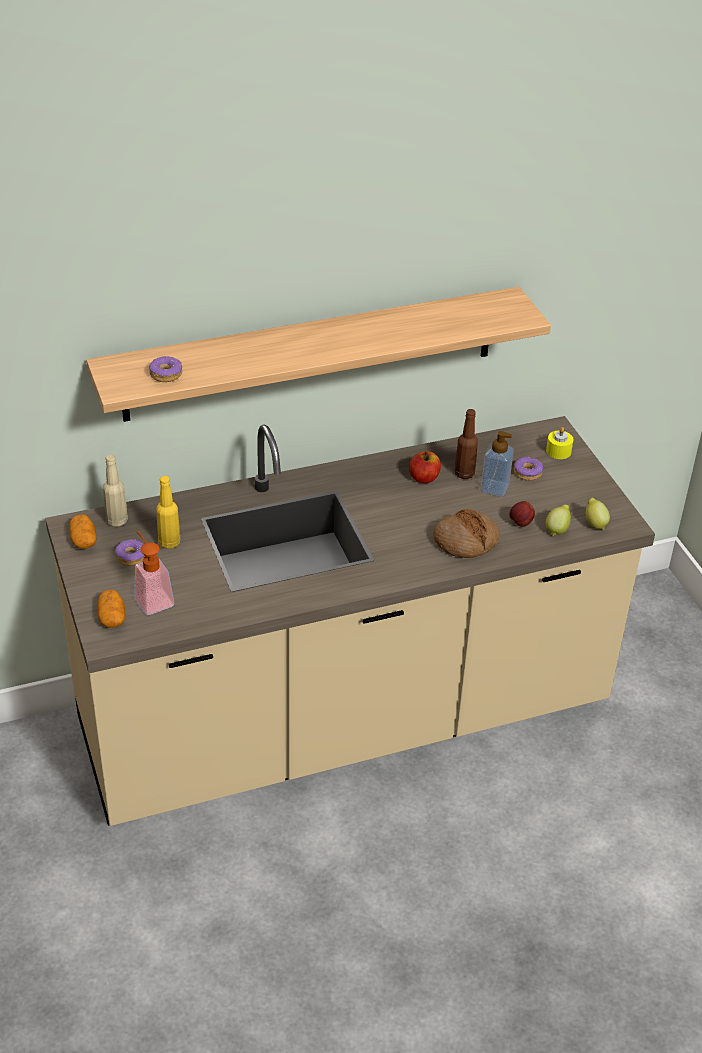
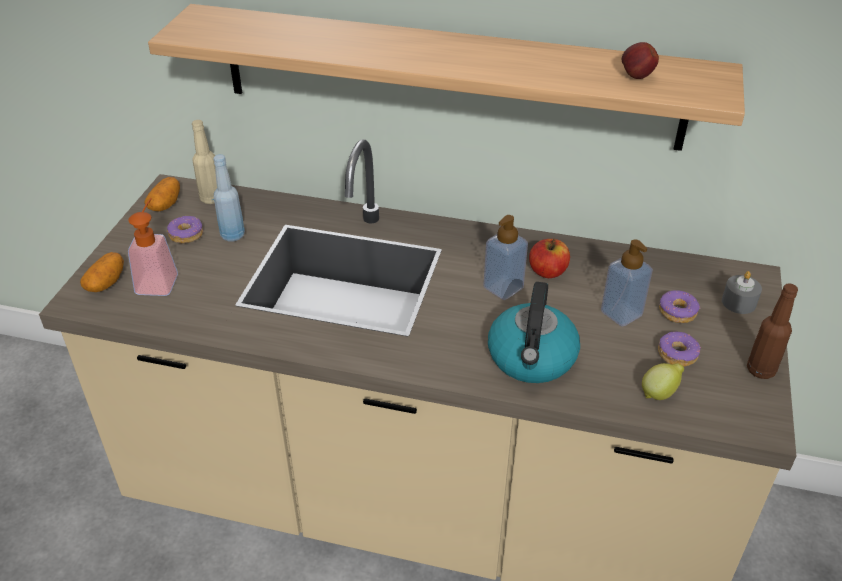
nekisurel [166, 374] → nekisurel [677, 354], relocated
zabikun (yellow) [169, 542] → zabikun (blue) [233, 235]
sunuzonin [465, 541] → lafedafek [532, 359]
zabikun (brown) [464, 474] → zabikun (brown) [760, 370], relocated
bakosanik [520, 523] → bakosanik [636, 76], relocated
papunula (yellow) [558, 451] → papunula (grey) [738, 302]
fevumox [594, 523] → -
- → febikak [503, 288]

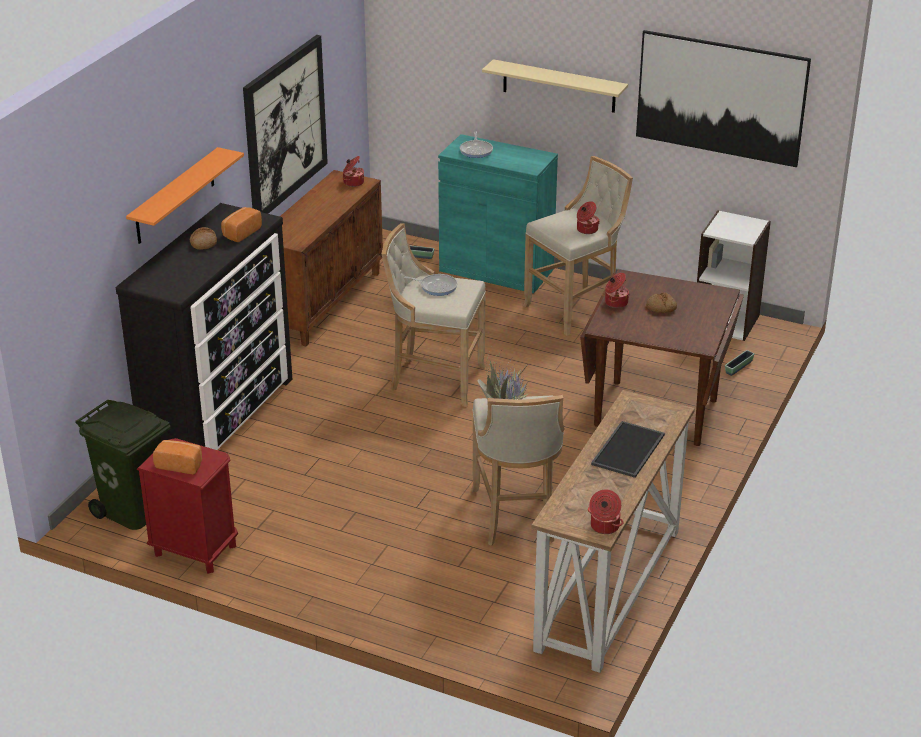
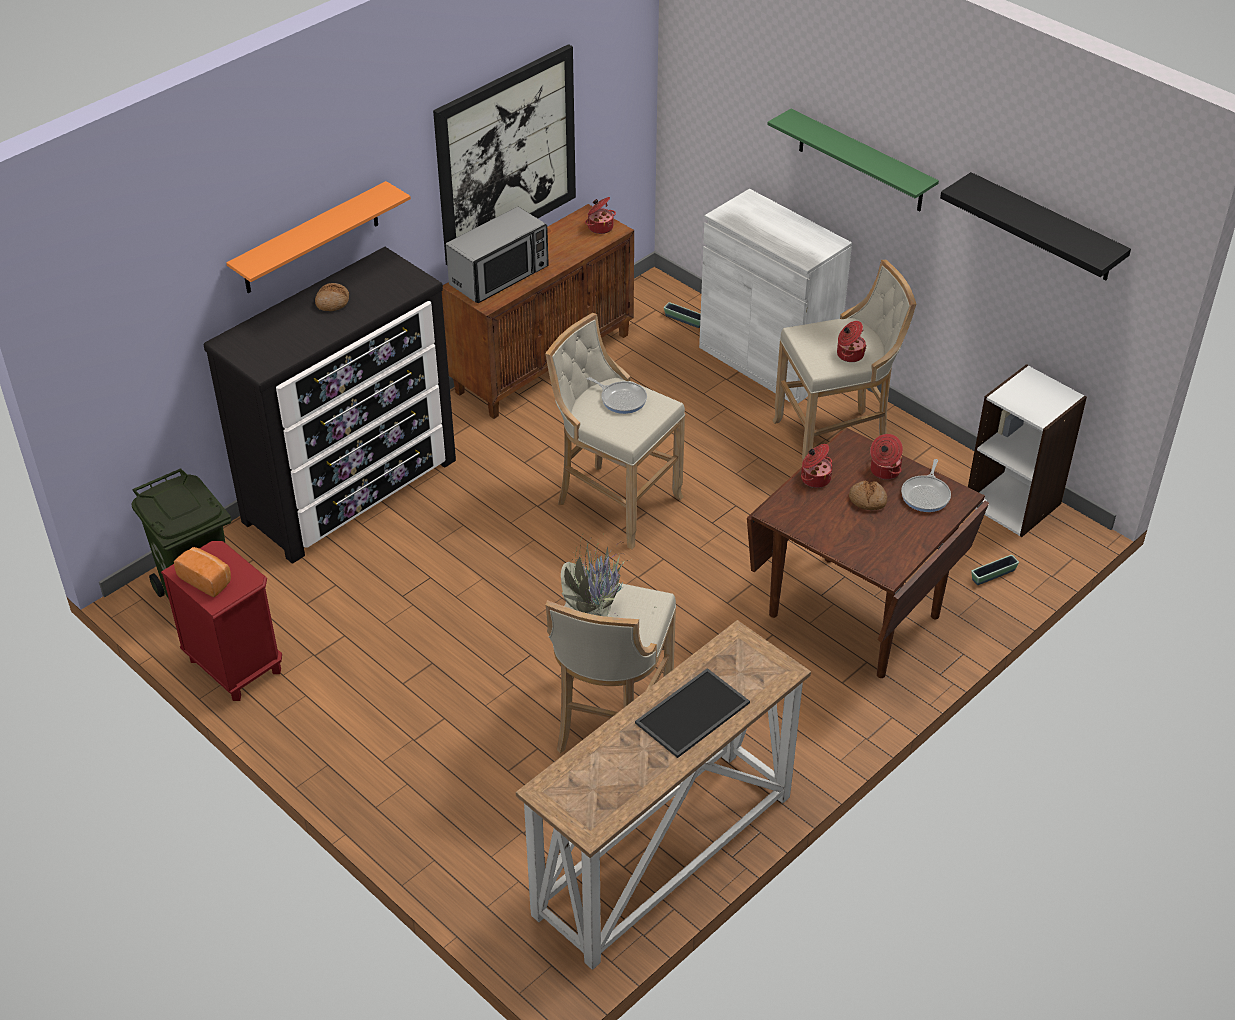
sunuzonin [240, 233] → -
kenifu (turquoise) [496, 270] → kenifu (white) [767, 361]
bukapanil [476, 150] → bukapanil [926, 495], relocated
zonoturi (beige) [559, 86] → zonoturi (green) [861, 161]
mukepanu [604, 526] → mukepanu [884, 471], relocated
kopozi [720, 98] → zonoturi (black) [1045, 228]
- → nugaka [500, 276]

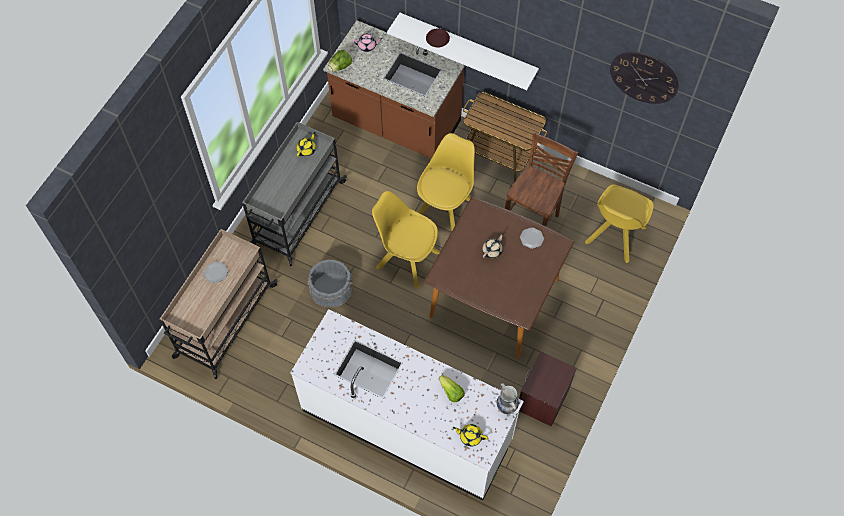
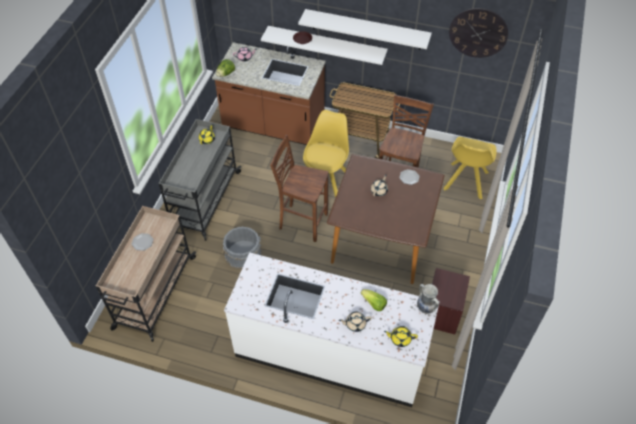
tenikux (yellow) [406, 259] → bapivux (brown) [302, 221]
- → zonoturi (white) [366, 29]
- → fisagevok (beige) [355, 324]

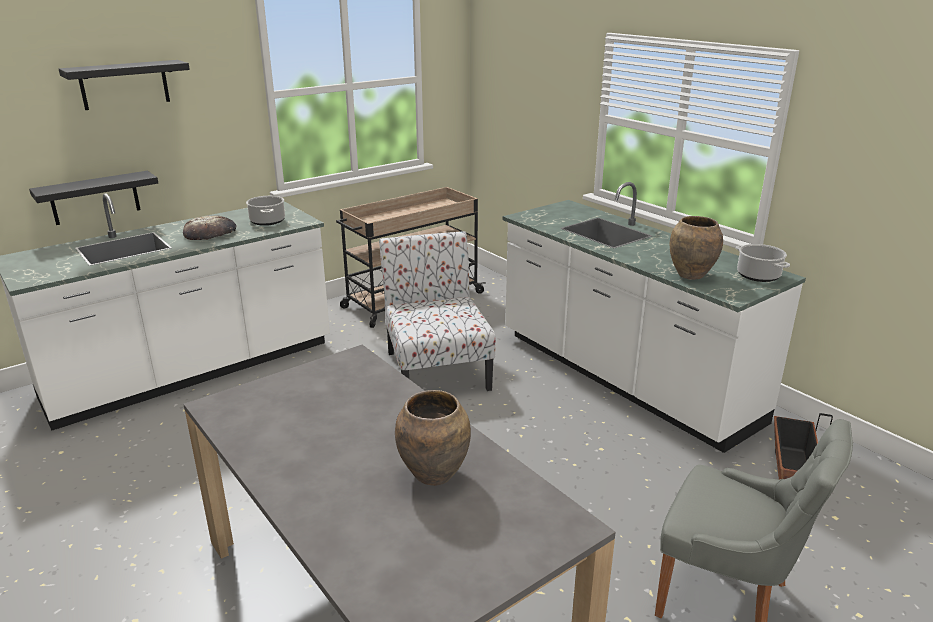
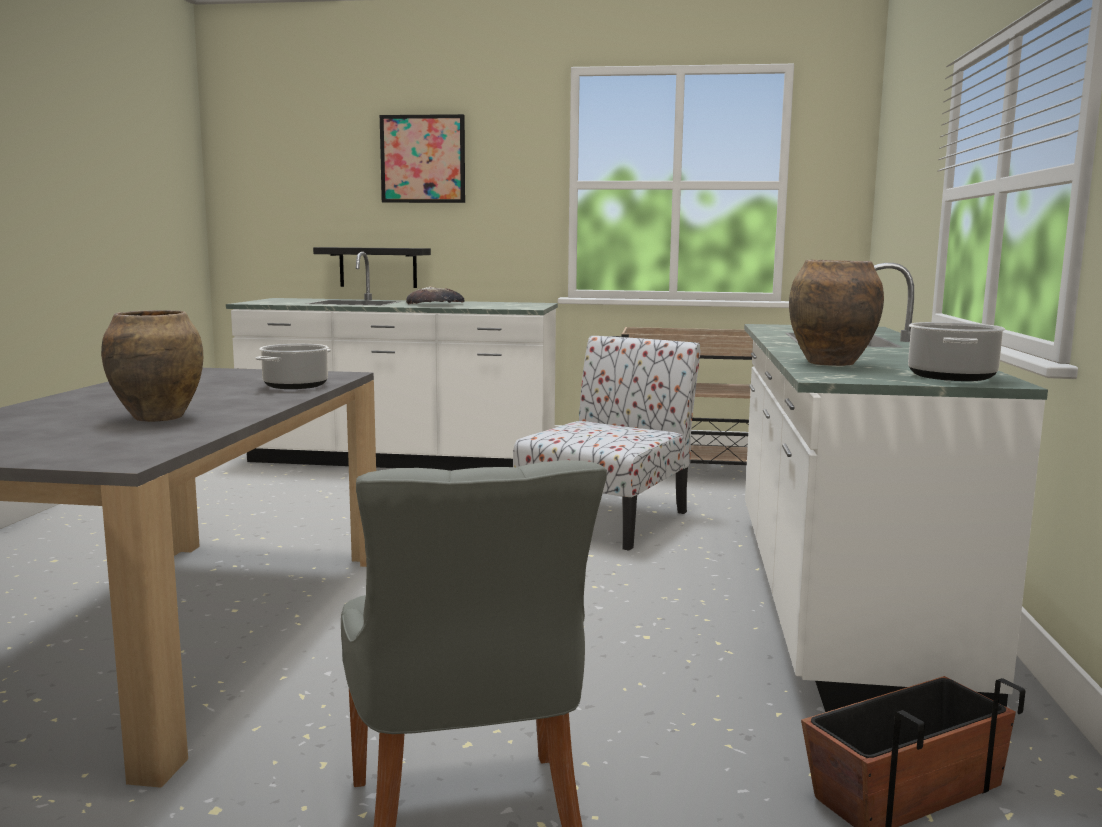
zonoturi (black) [124, 84] → kopozi [423, 159]
mukepanu [267, 221] → mukepanu [296, 385], relocated

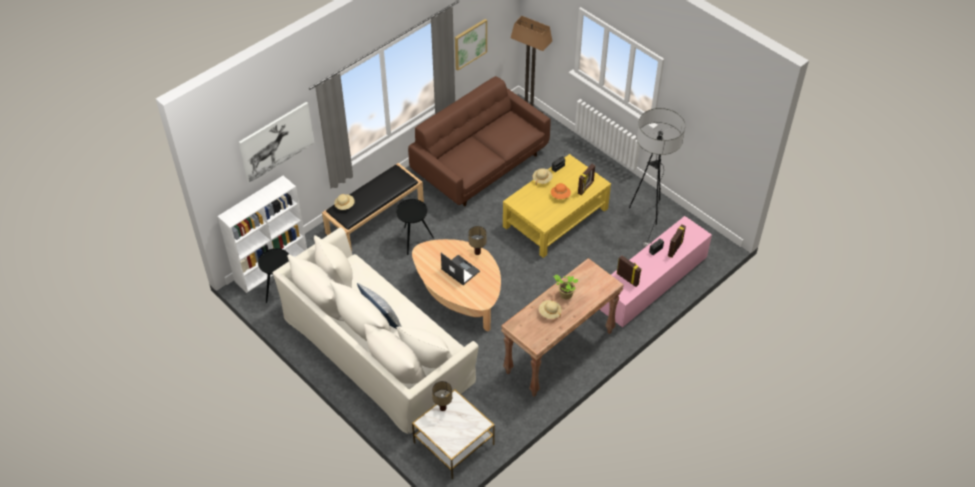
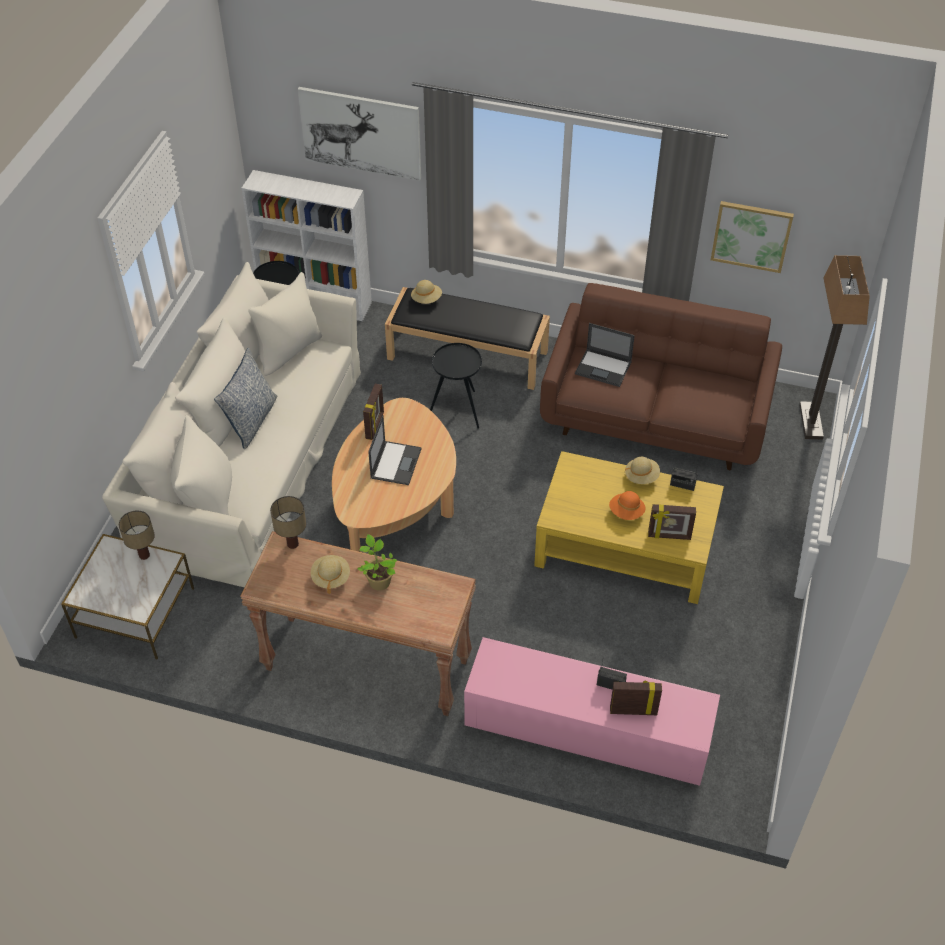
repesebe [477, 252] → repesebe [292, 544], relocated
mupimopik [627, 279] → mupimopik [375, 425], relocated
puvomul [648, 214] → -
- → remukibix [604, 368]

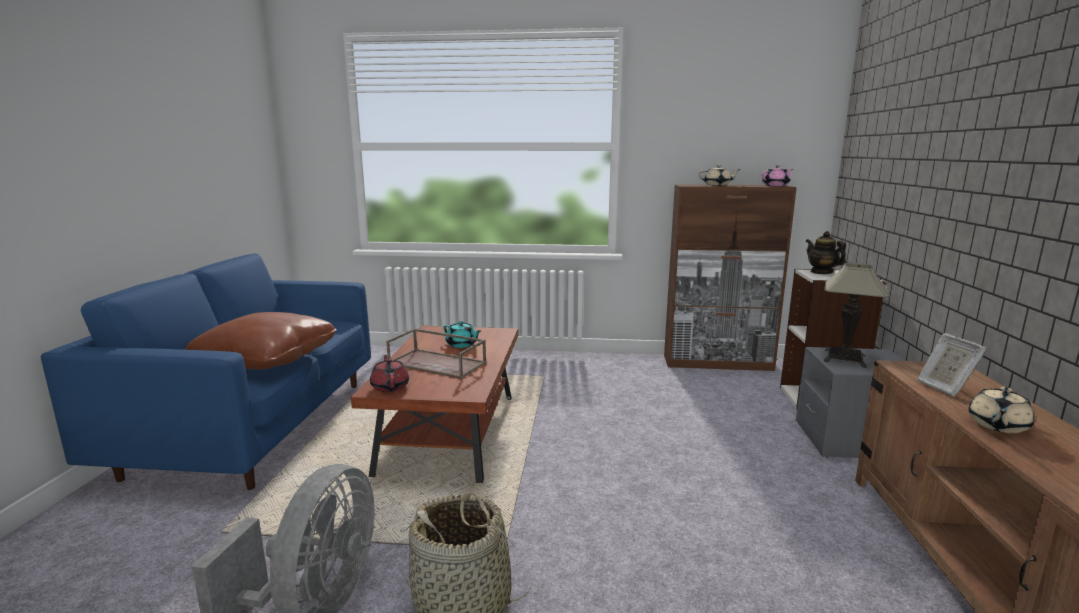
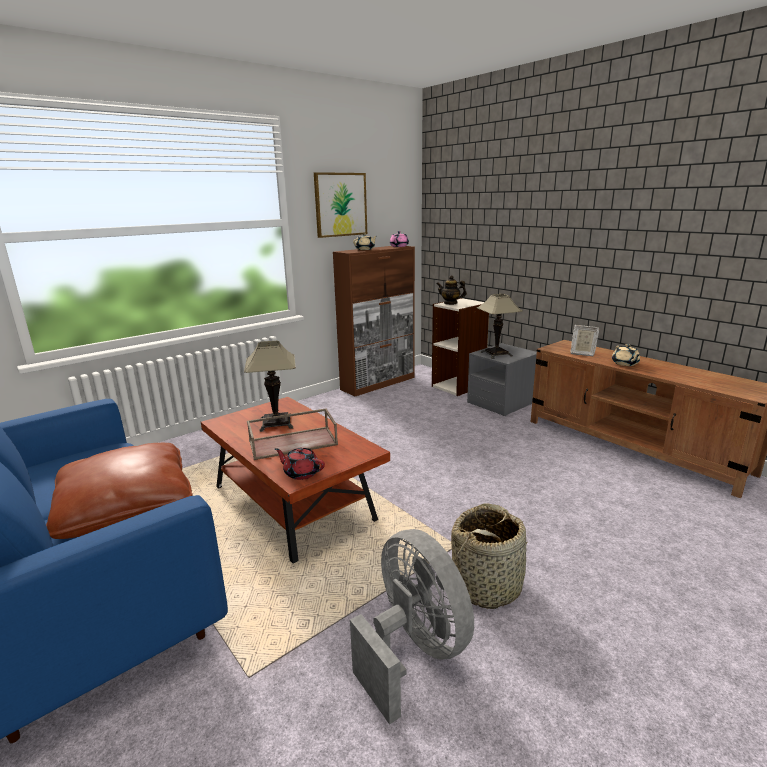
fisagevok (turquoise) [462, 345] → repesebe [276, 423]
- → kopozi [340, 204]

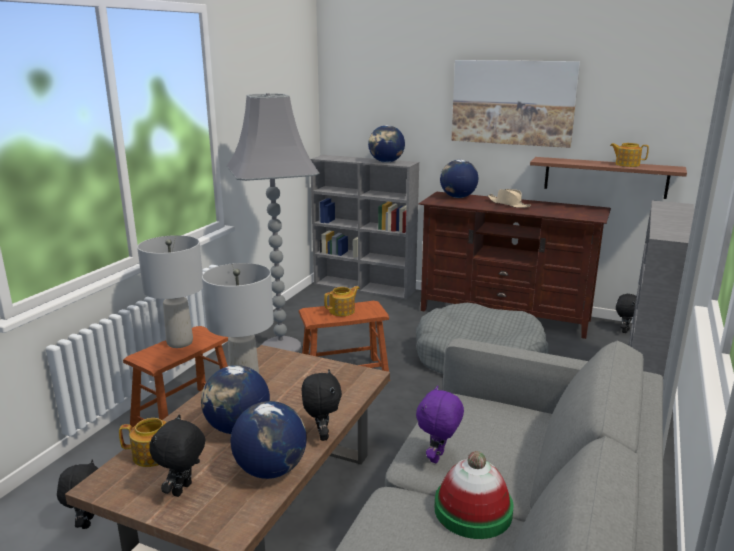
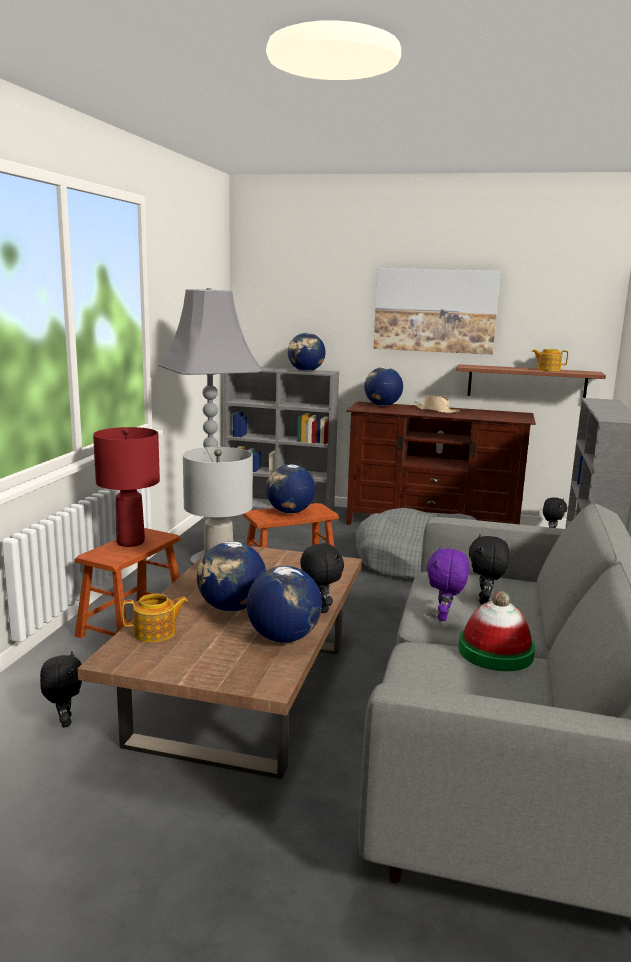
repesebe (grey) [180, 342] → repesebe (red) [131, 542]
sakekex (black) [183, 490] → sakekex (black) [485, 601], relocated
fisagevok [342, 311] → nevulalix [289, 512]

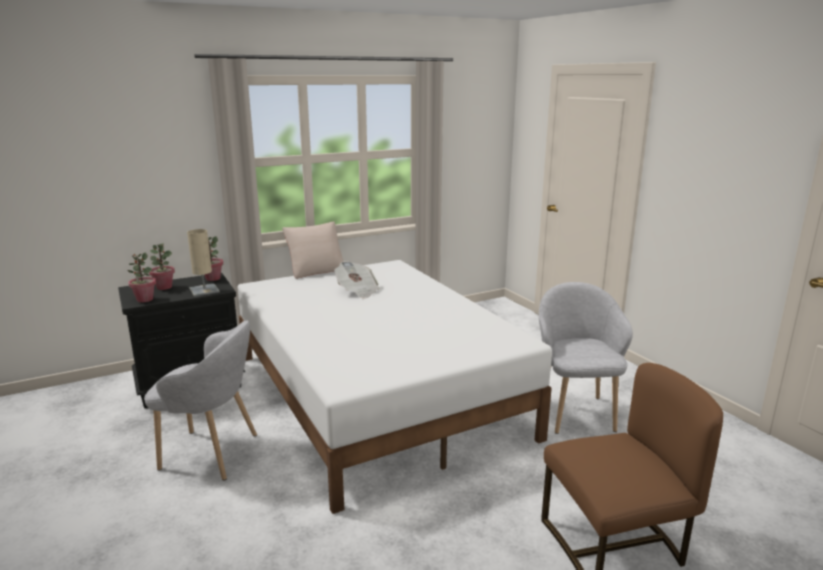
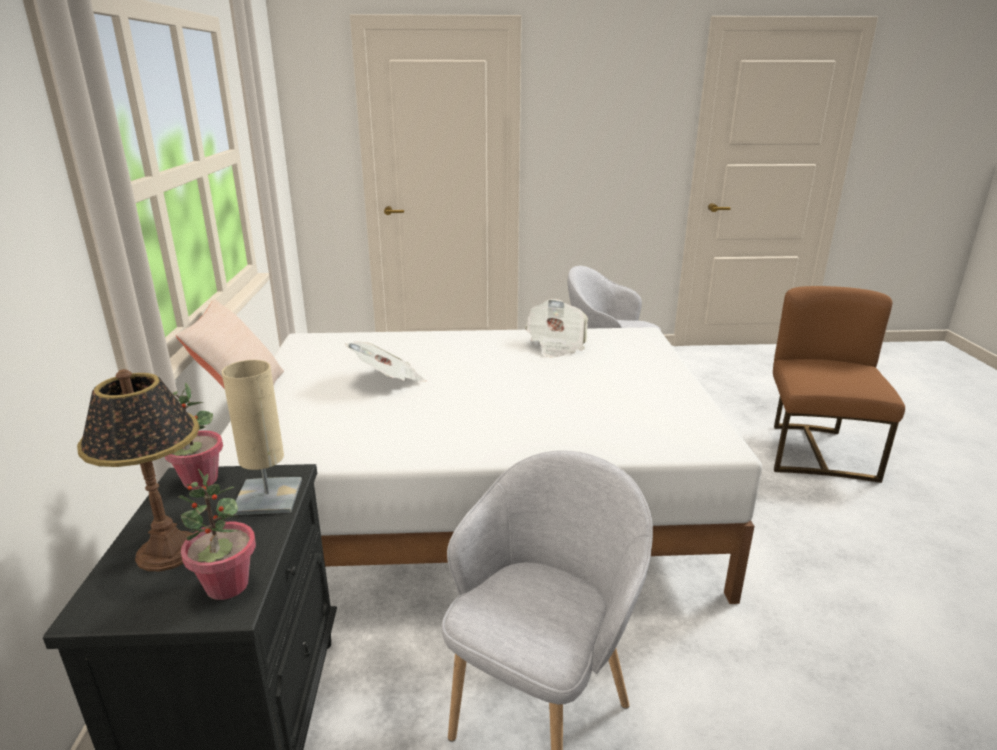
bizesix [164, 287] → repesebe [168, 550]
- → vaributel [556, 345]

